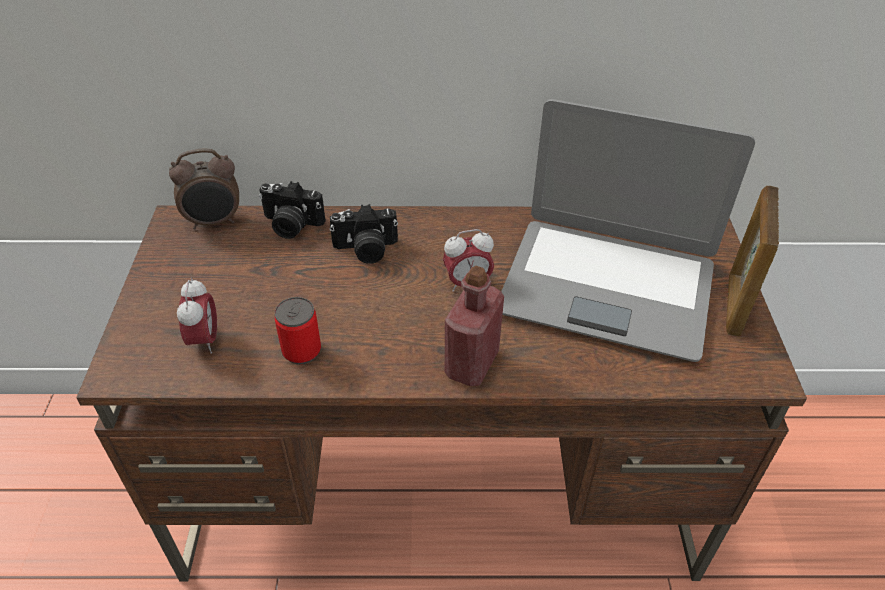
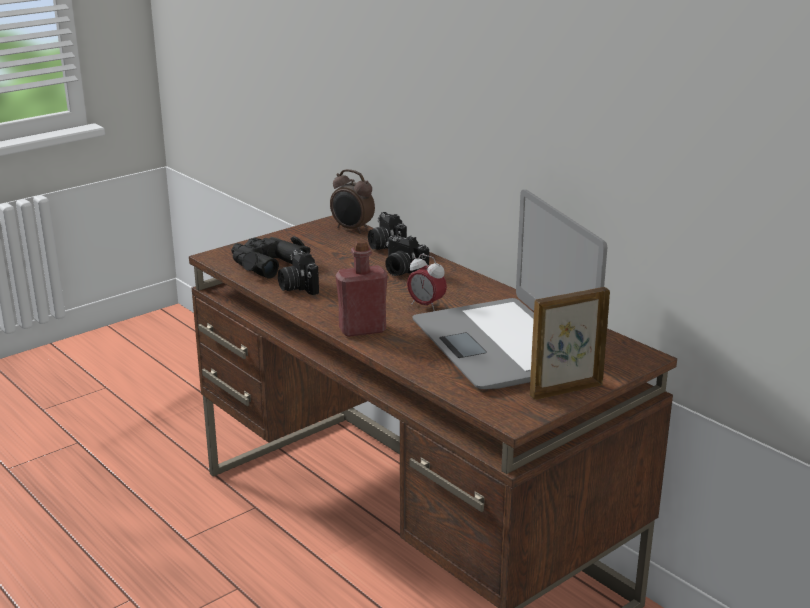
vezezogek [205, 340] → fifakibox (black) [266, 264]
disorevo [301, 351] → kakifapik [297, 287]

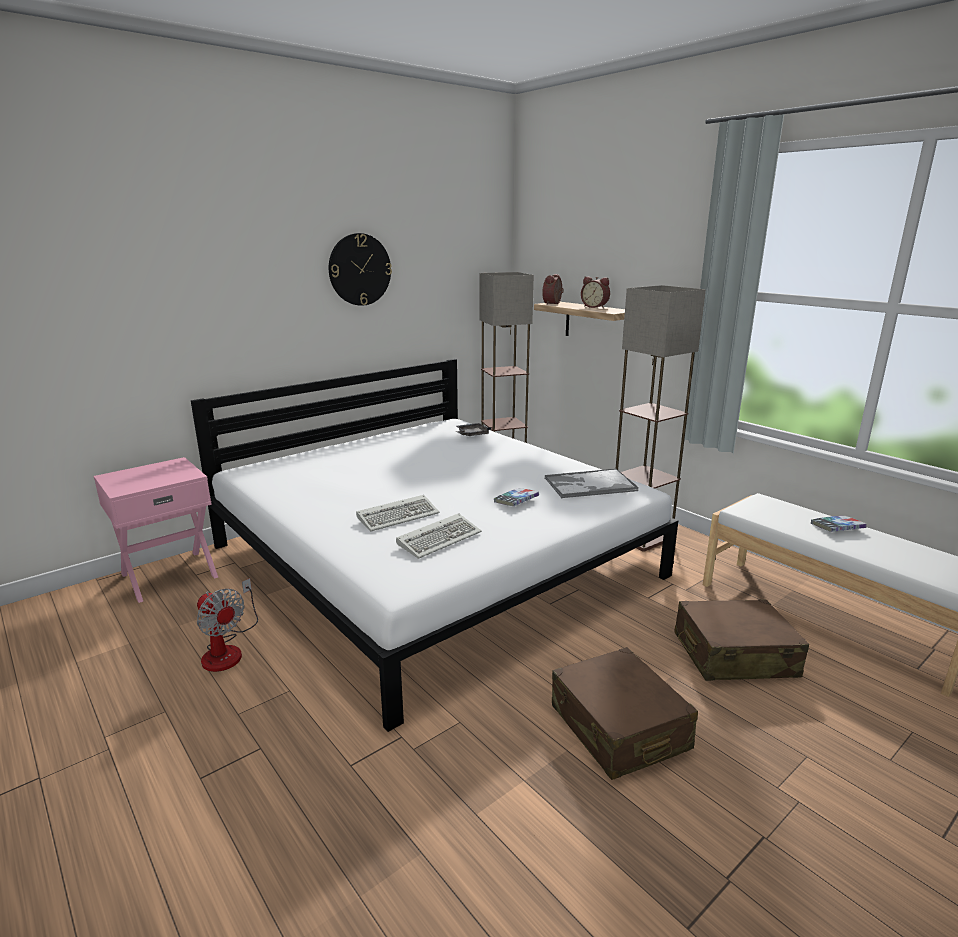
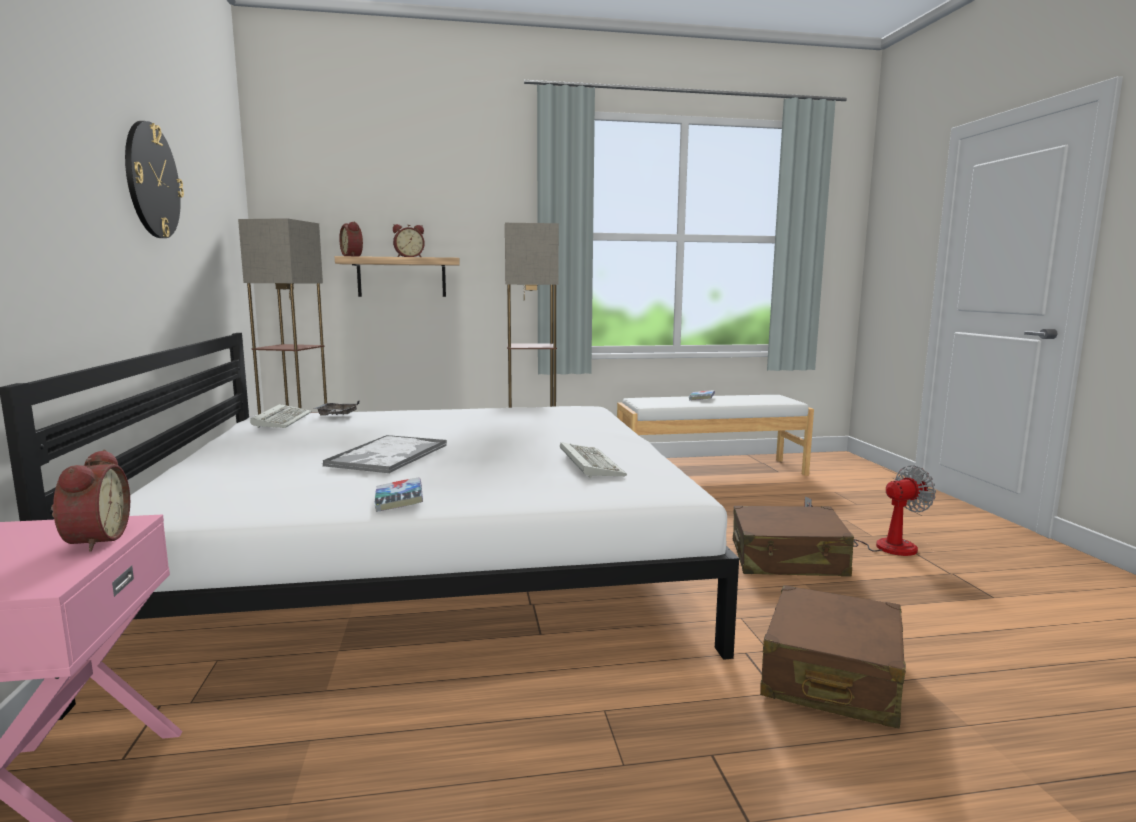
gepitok [227, 650] → gepitok [880, 545], relocated
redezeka [399, 516] → redezeka [282, 420], relocated
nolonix [516, 501] → nolonix [399, 501], relocated
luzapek [589, 485] → luzapek [387, 456], relocated
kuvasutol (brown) [733, 655] → kuvasutol (brown) [831, 676], relocated
- → vezezogek [93, 540]

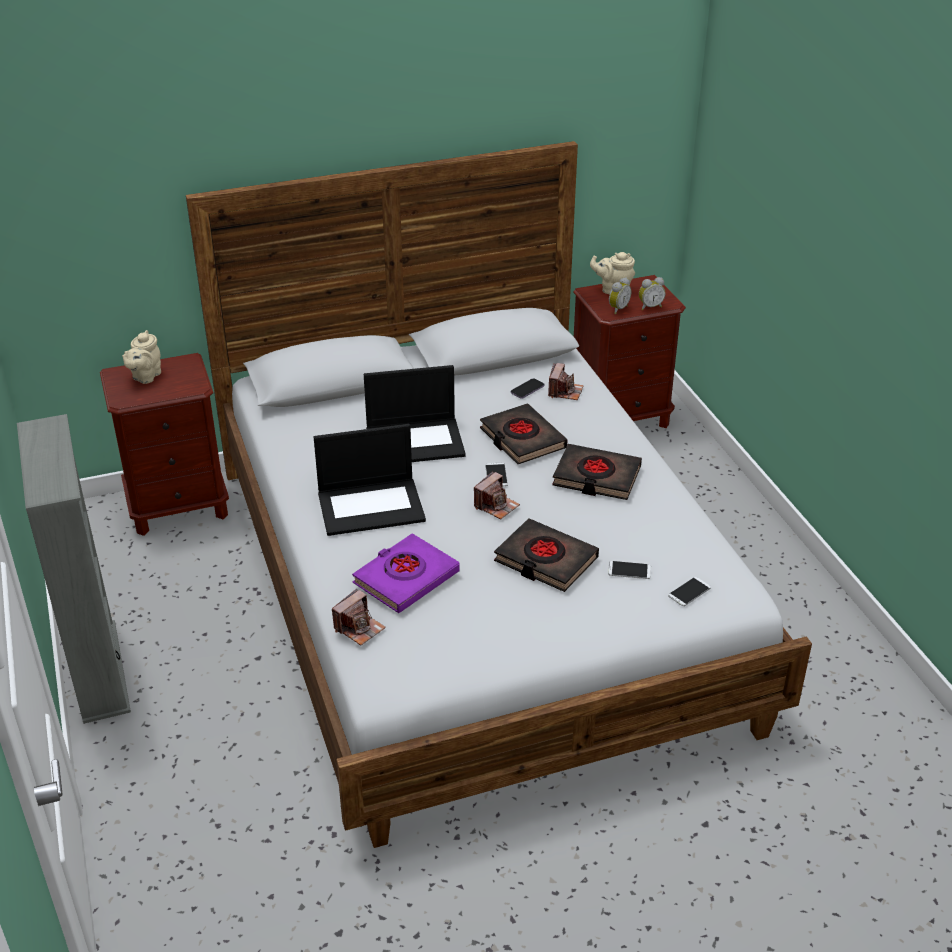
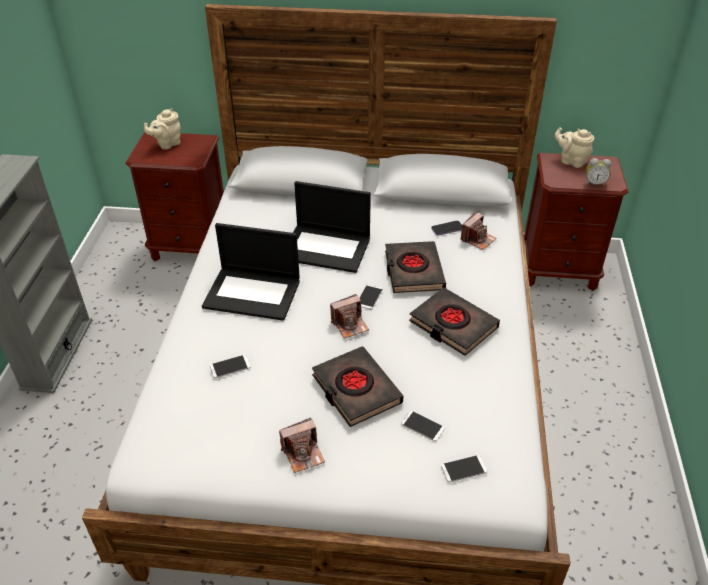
kakifapik [359, 628] → kakifapik [303, 453], relocated
nolonix (purple) [406, 578] → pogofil [230, 367]
vezezogek [617, 309] → -

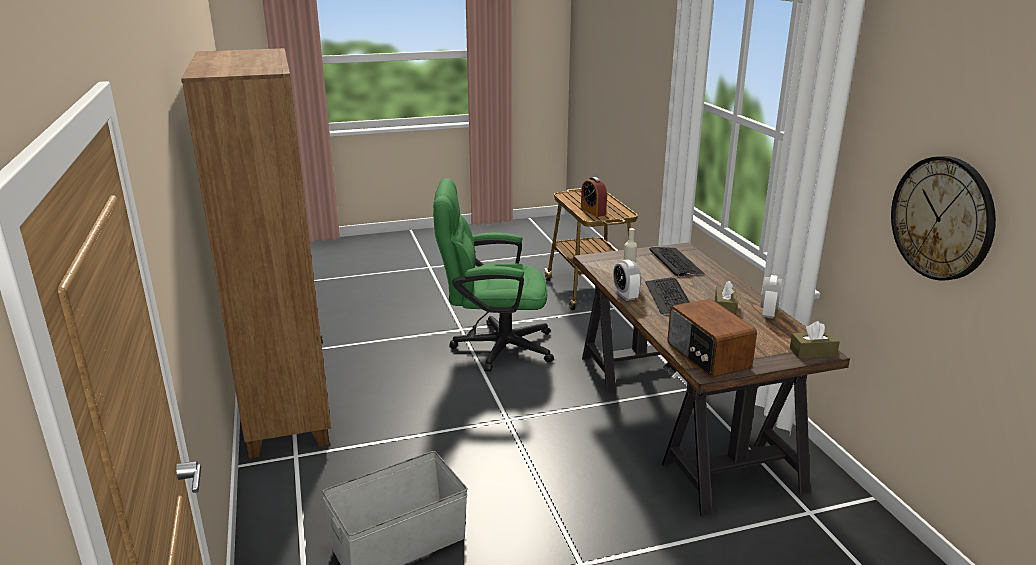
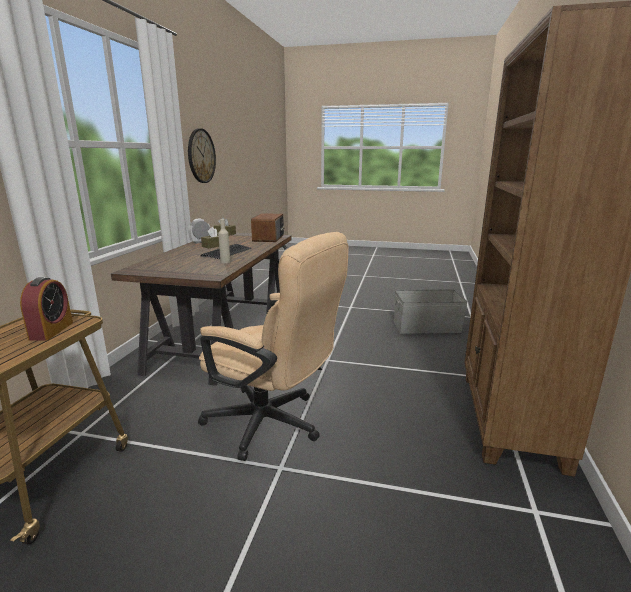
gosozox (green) [493, 347] → gosozox (beige) [273, 425]
vezezogek [625, 296] → -
redezeka [675, 262] → -

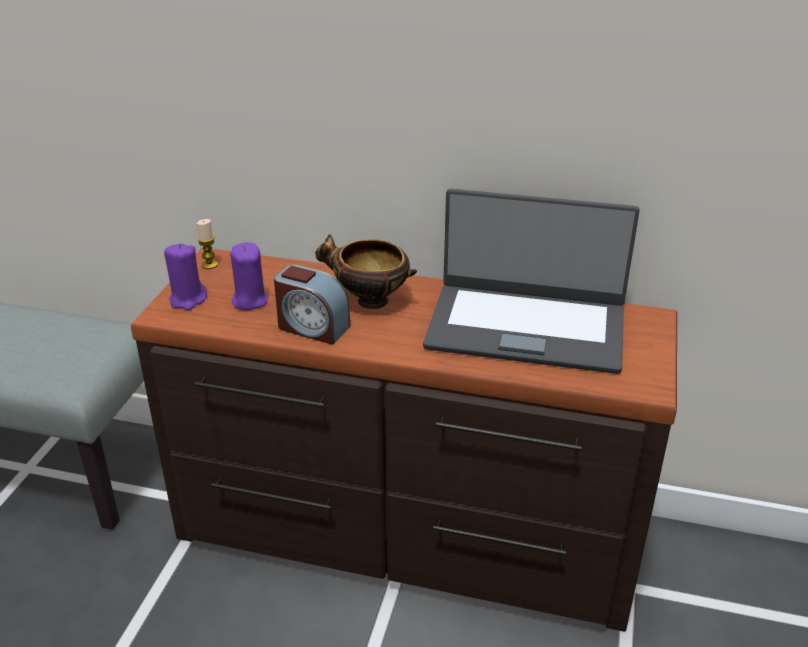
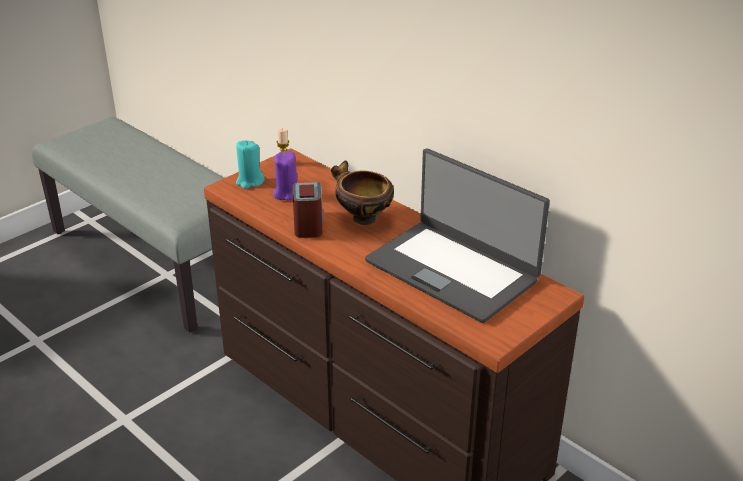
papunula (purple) [188, 300] → papunula (turquoise) [249, 181]
vezezogek [312, 327] → vezezogek [308, 224], 150 degrees counterclockwise

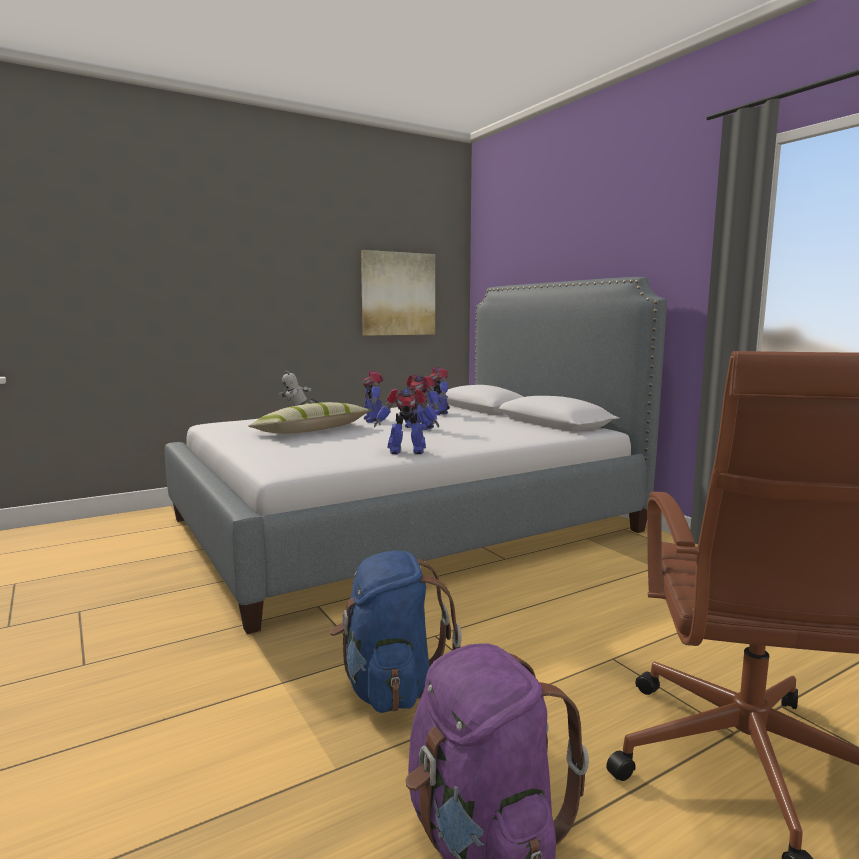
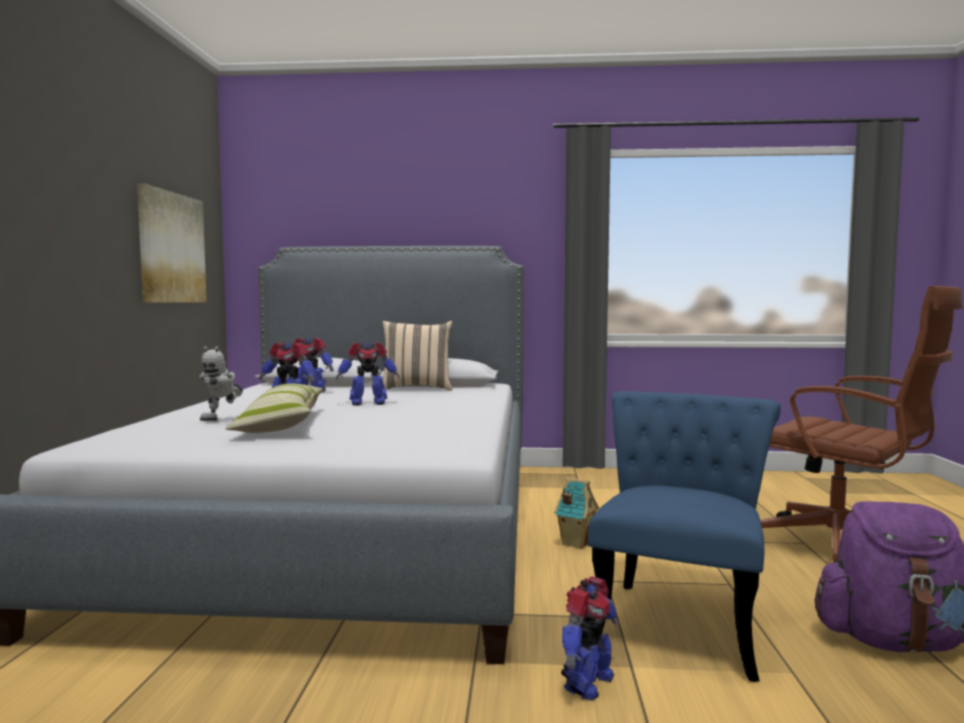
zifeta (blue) [390, 687] → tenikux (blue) [679, 620]
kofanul [406, 451] → kofanul [587, 683], relocated
- → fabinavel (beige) [417, 388]
- → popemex [575, 543]

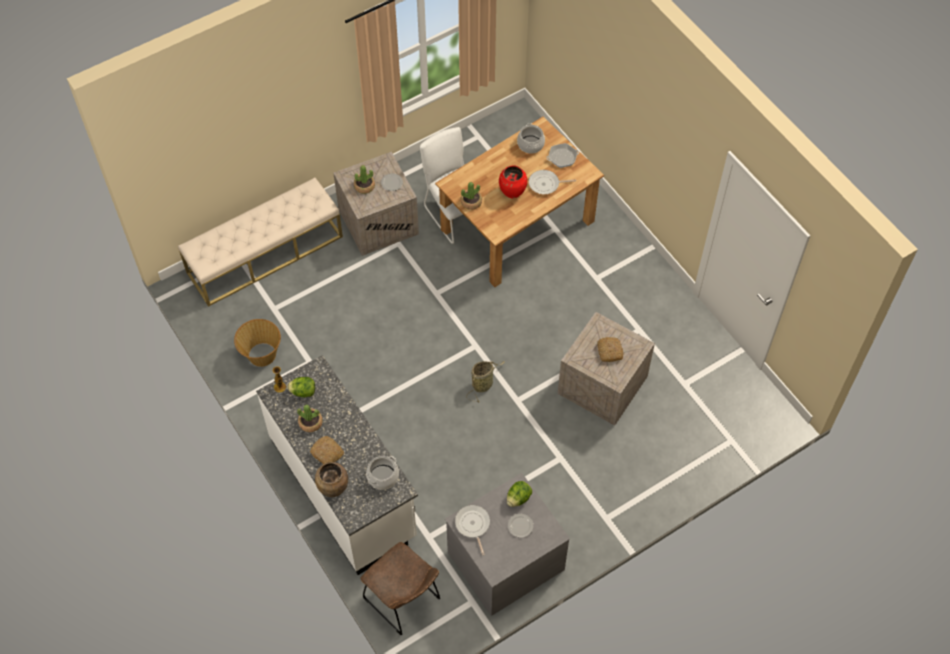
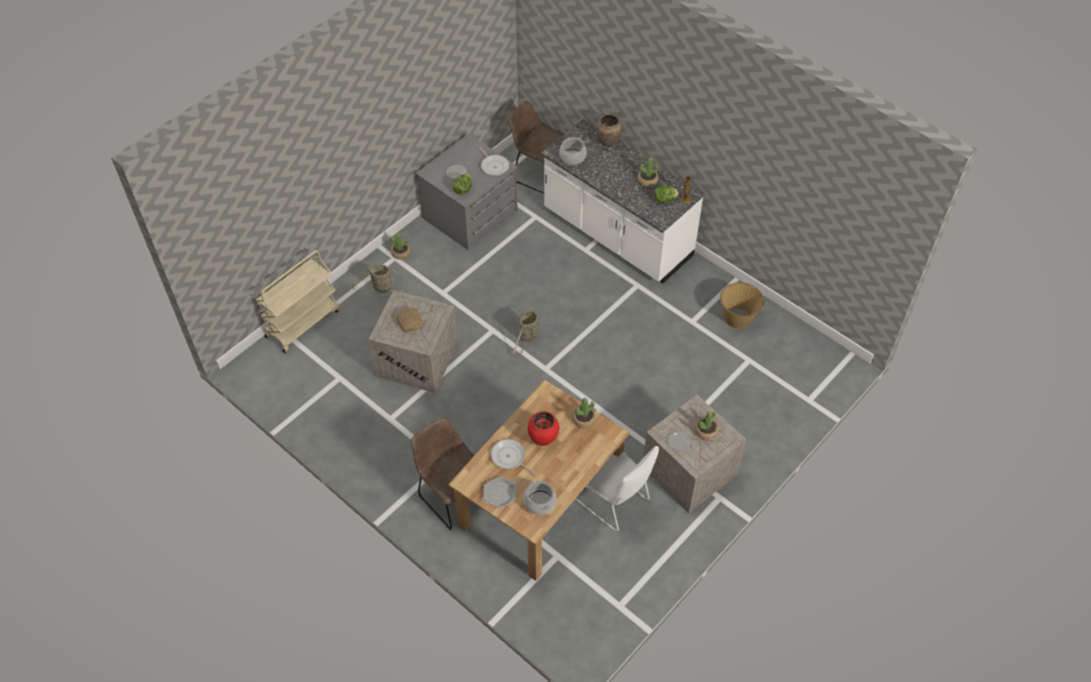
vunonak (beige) [265, 254] → -
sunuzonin [327, 453] → -
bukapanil [546, 184] → bukapanil [510, 457], 120 degrees counterclockwise
- → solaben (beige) [303, 322]
- → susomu [381, 288]
- → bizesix [401, 253]
- → tenikux (brown) [452, 495]

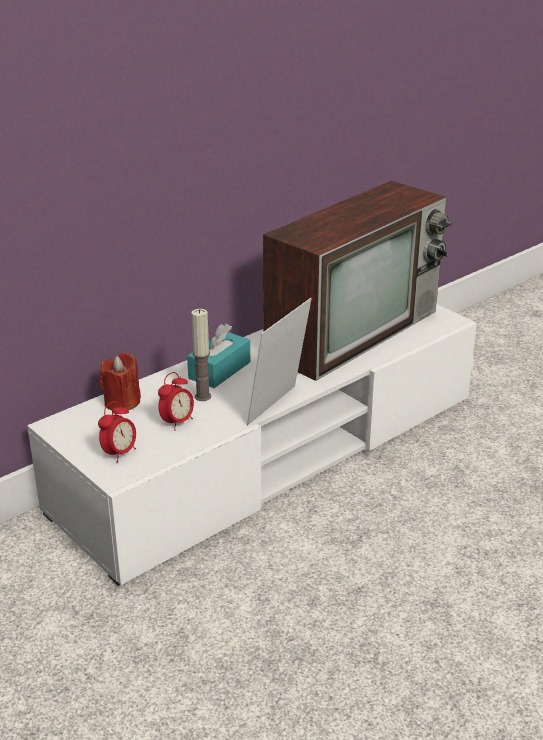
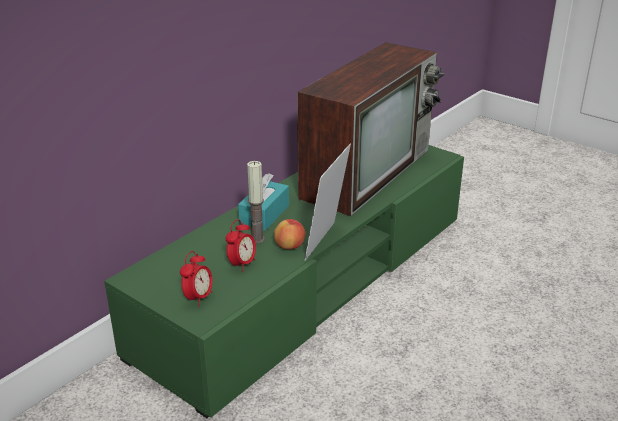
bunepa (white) [271, 454] → bunepa (green) [309, 283]
papunula (red) [122, 402] → -
- → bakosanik [290, 246]

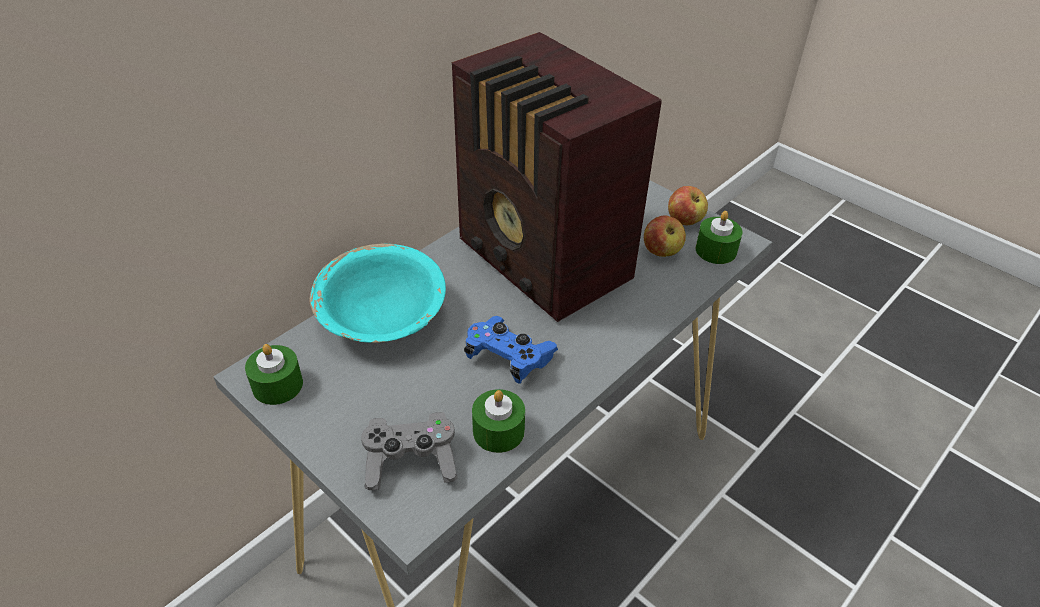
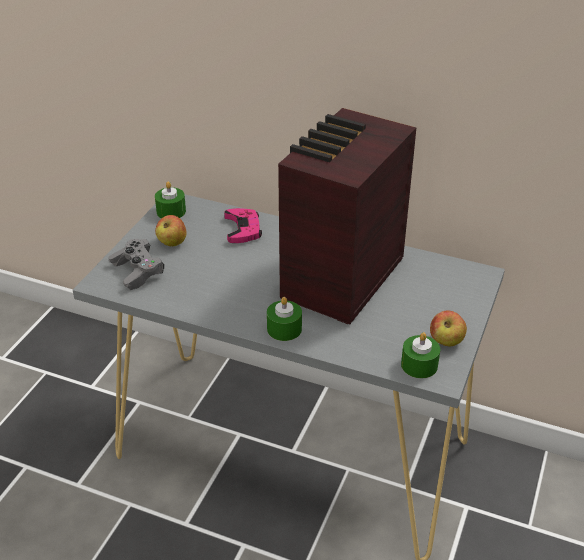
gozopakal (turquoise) [382, 318] → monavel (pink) [243, 229]
monavel (blue) [509, 358] → -
papunula (green) [498, 431] → papunula (green) [284, 329], relocated
bakosanik [661, 252] → bakosanik [172, 243], relocated

